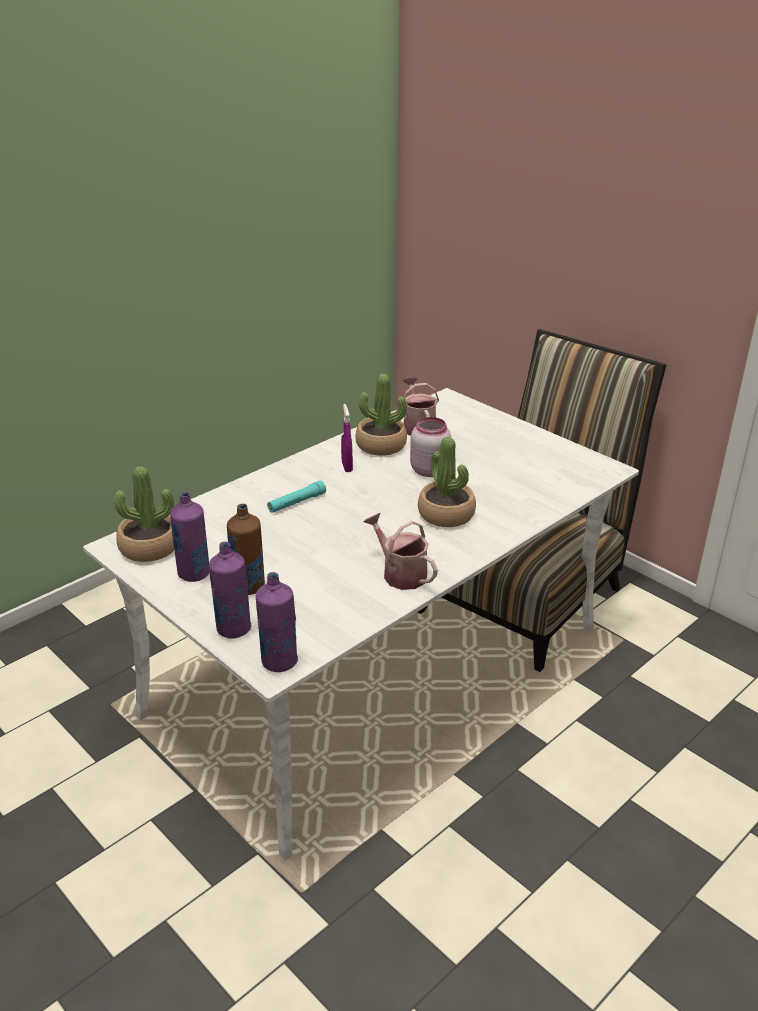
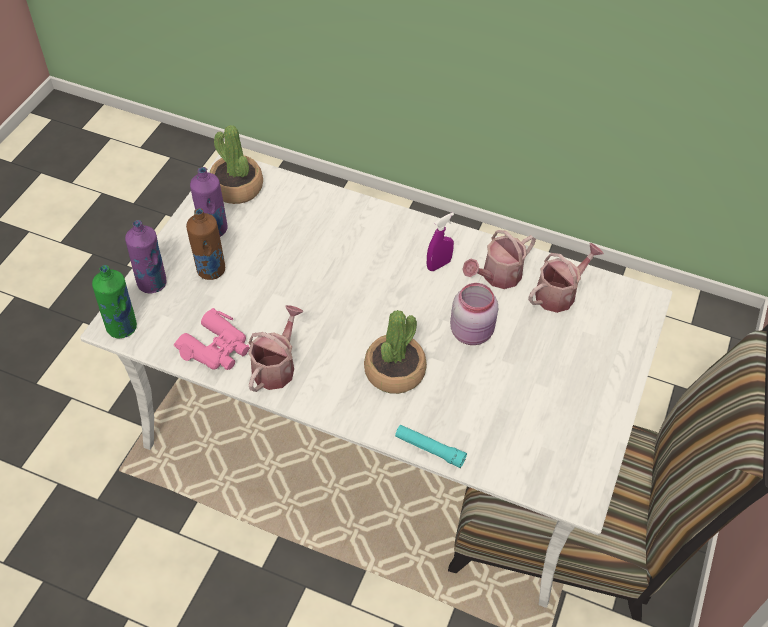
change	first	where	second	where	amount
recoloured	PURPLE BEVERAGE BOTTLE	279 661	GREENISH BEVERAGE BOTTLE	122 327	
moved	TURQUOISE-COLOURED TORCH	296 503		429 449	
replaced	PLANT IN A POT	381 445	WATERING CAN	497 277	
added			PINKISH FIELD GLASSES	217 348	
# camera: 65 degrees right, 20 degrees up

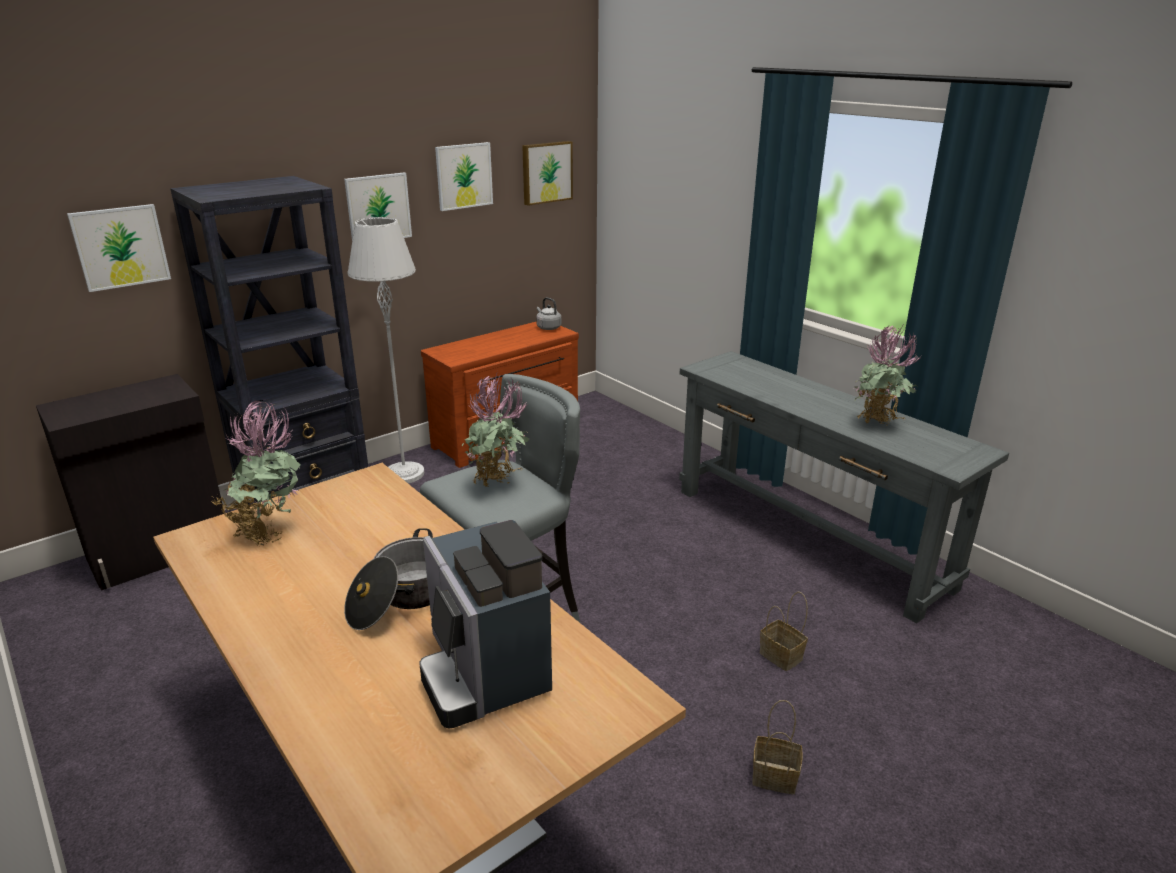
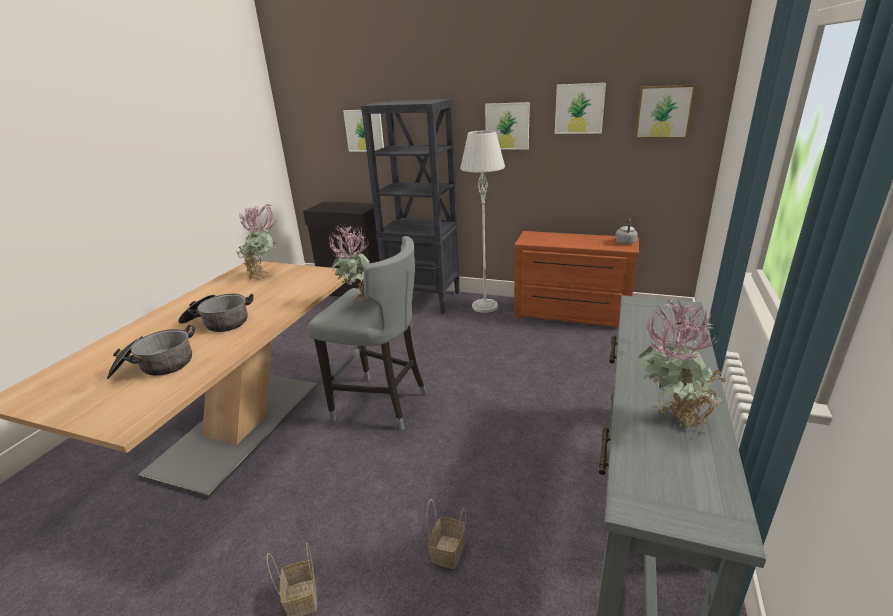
change	first	where	second	where	amount
replaced	COFFEE BREWER	483 672	COOKING POT	155 367	
# camera: 60 degrees right, 0 degrees up

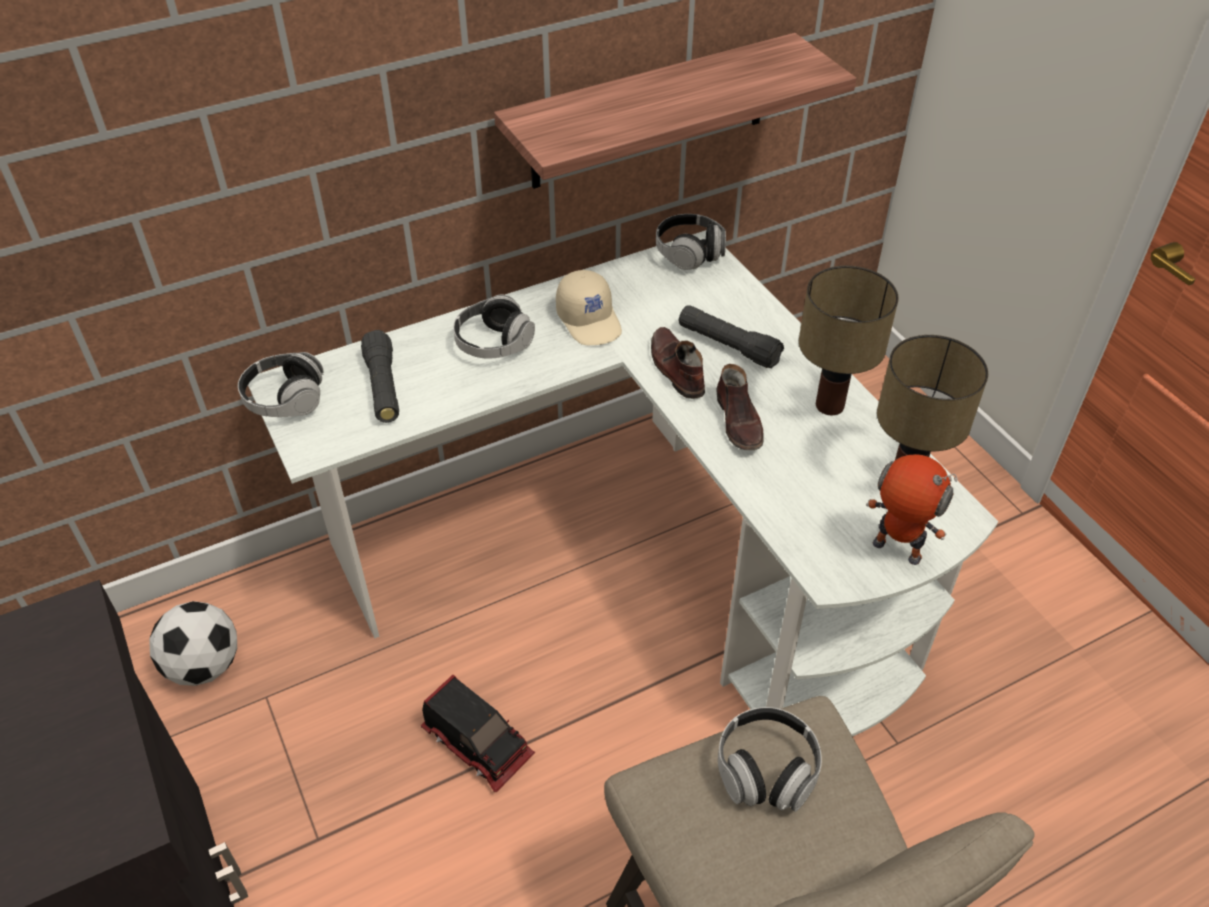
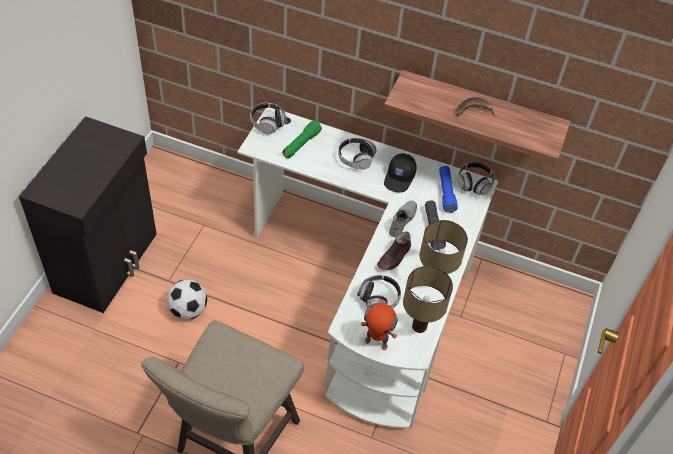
change	first	where	second	where	amount
moved	BALL FOR FOOTBALL	204 666		188 310	
recoloured	BLACK-COLOURED TORCH	383 387	GREENISH TORCH	301 144	
removed	TOY TRUCK	478 742			
recoloured	SAND-COLOURED CAP	590 320	BLACK-COLOURED CAP	399 178	
recoloured	BROWN-COLOURED ITEM OF FOOTWEAR	675 369	GRAY ITEM OF FOOTWEAR	402 220	
moved	PAIR OF HEADPHONES	766 771		379 299	
turned	TOY ROBOT	895 552		376 342	120 degrees clockwise
added			BLUISH TORCH	446 193	
added			BANANA FRUIT	473 110	
# camera: 45 degrees right, 5 degrees up

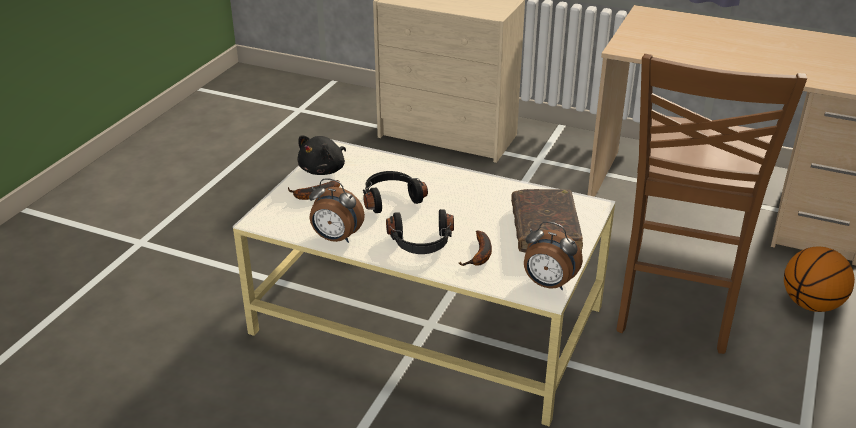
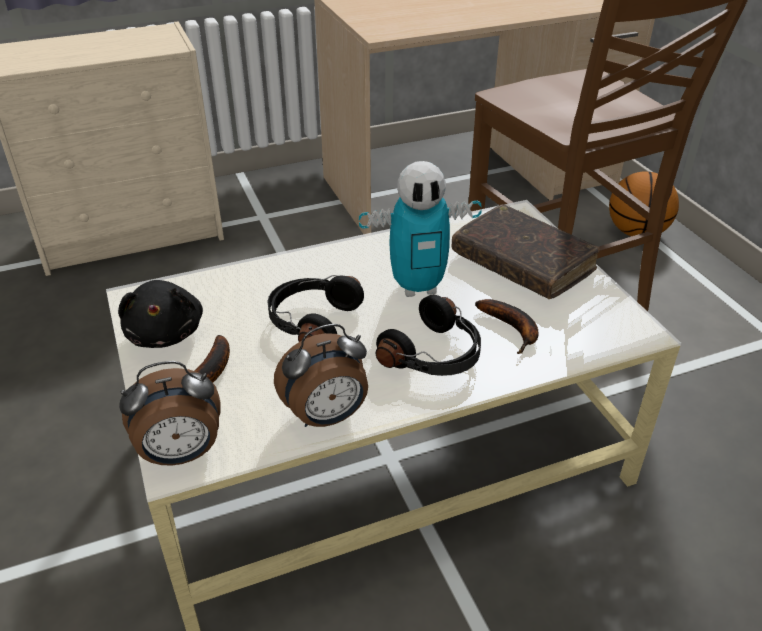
change	first	where	second	where	amount
moved	BEDSIDE CLOCK	548 284		181 454	
added			TOY ROBOT	418 287	
# camera: 45 degrees left, 5 degrees up

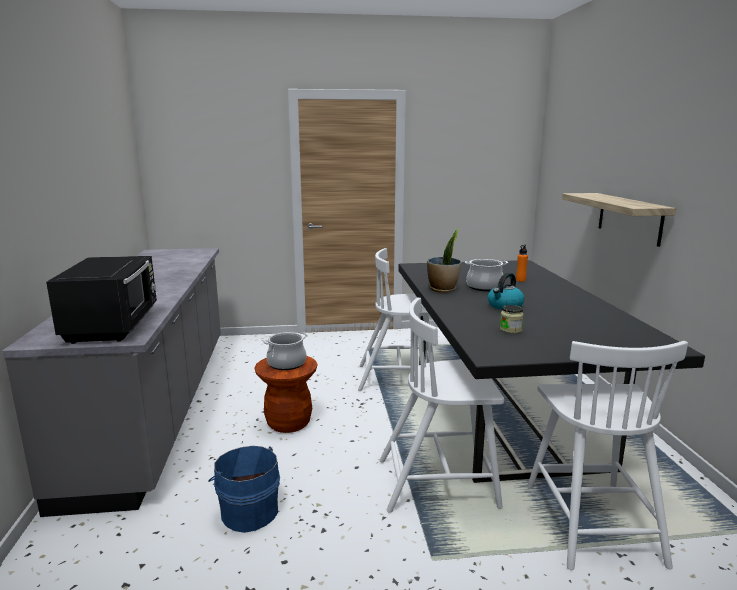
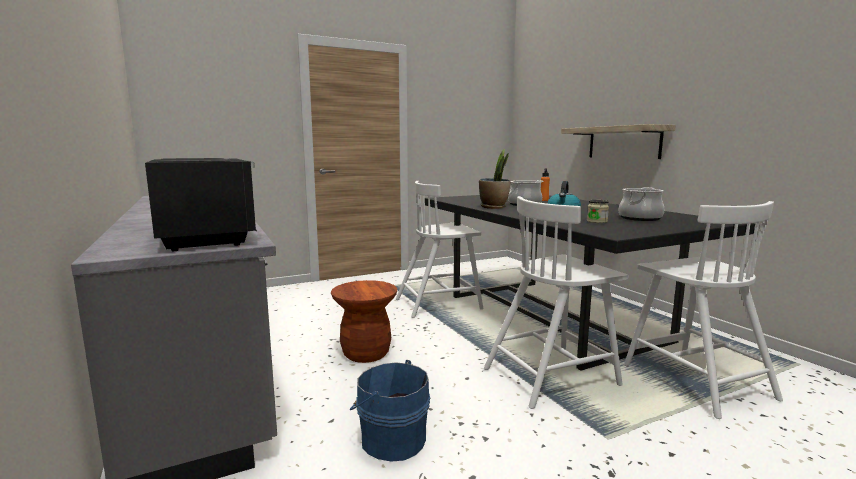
change	first	where	second	where	amount
moved	COOKING POT	286 363		639 218	
# camera: 20 degrees left, 5 degrees down

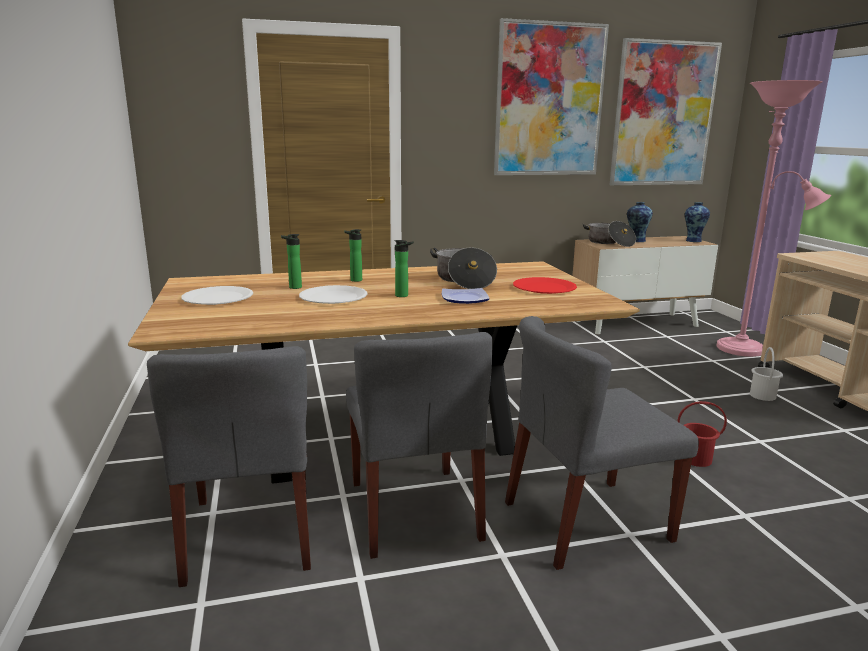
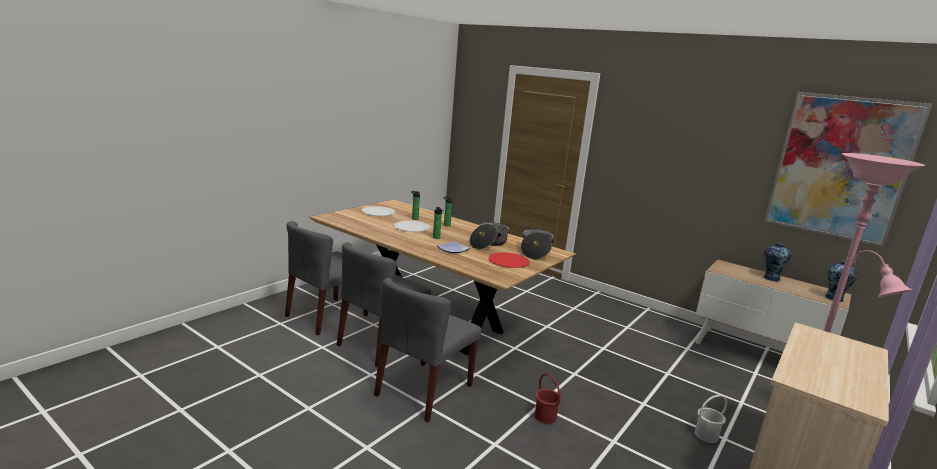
change	first	where	second	where	amount
removed	PICTURE	549 100			
turned	GRAY CHAIR	585 522		424 390	90 degrees counterclockwise
moved	COOKING POT	609 243		535 251	
# camera: 50 degrees right, 0 degrees up

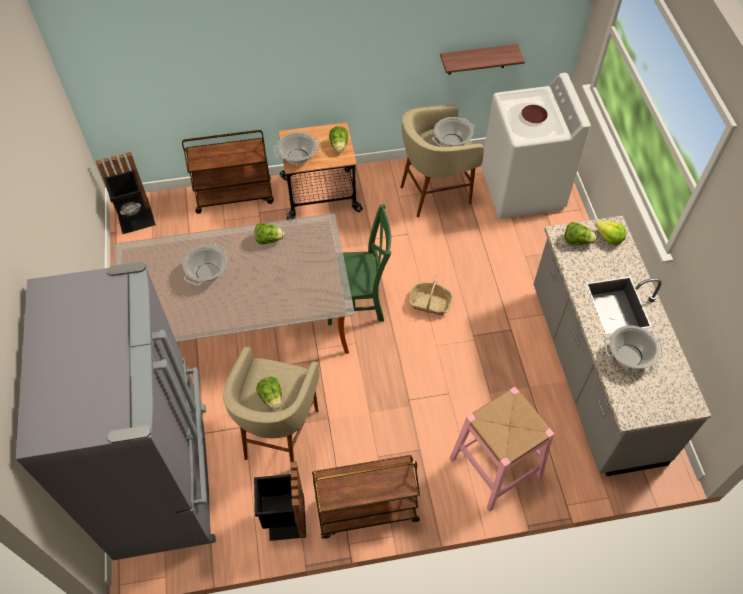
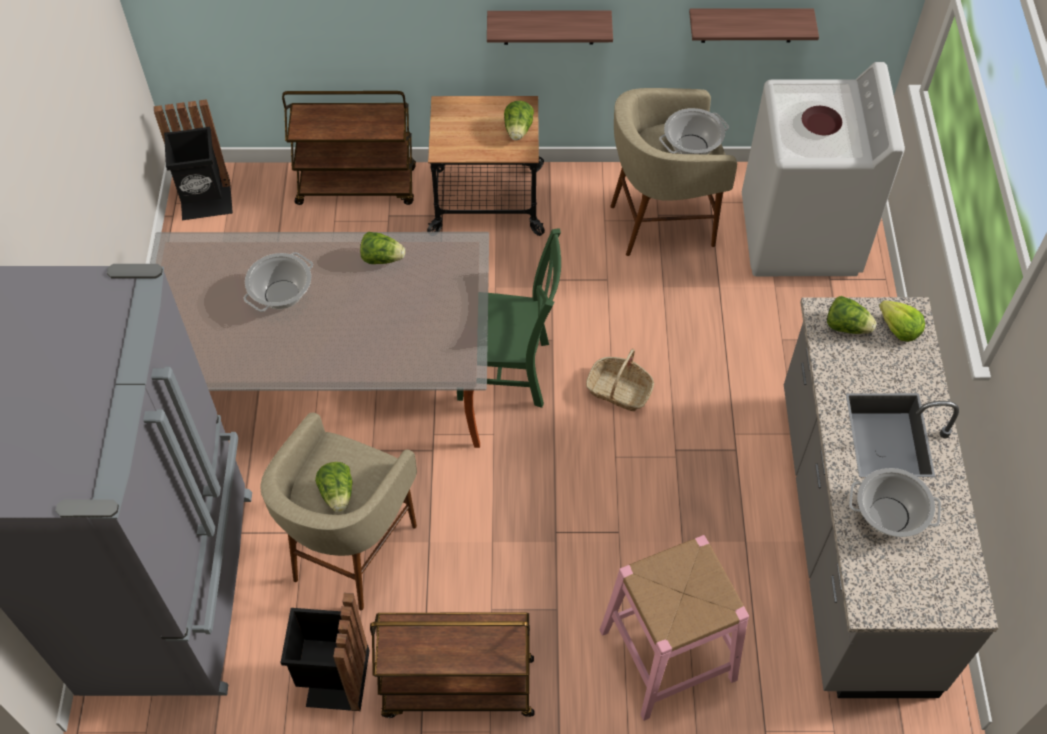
change	first	where	second	where	amount
removed	COOKING POT	298 156			
added			WALL SHELF	549 27	
# camera: 10 degrees right, 0 degrees up

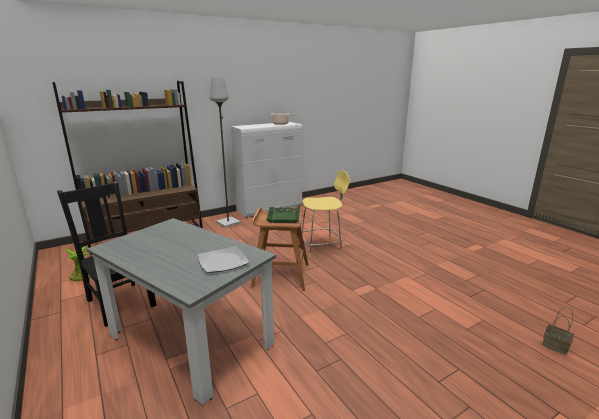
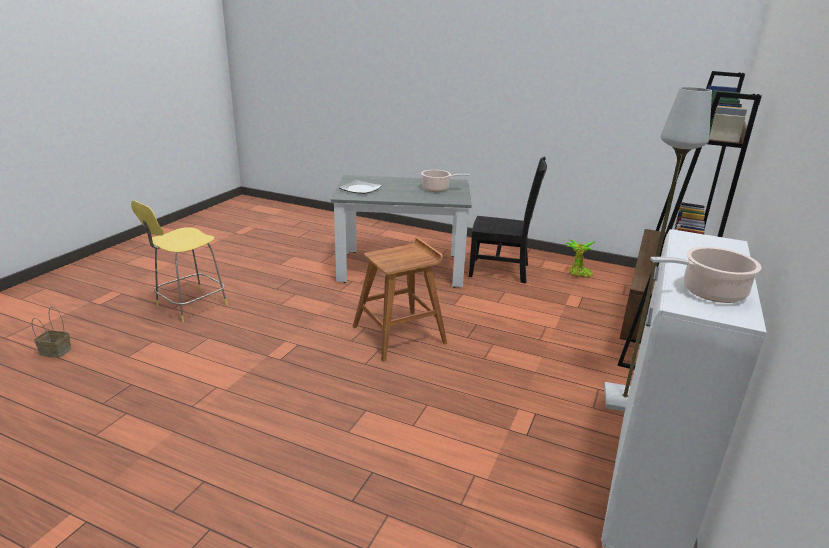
change	first	where	second	where	amount
removed	GREENISH SERVING TRAY	283 217			
moved	YELLOW STOOL SEAT	322 248		189 306	
added			COOKING POT	437 189	
# camera: 145 degrees right, 5 degrees up

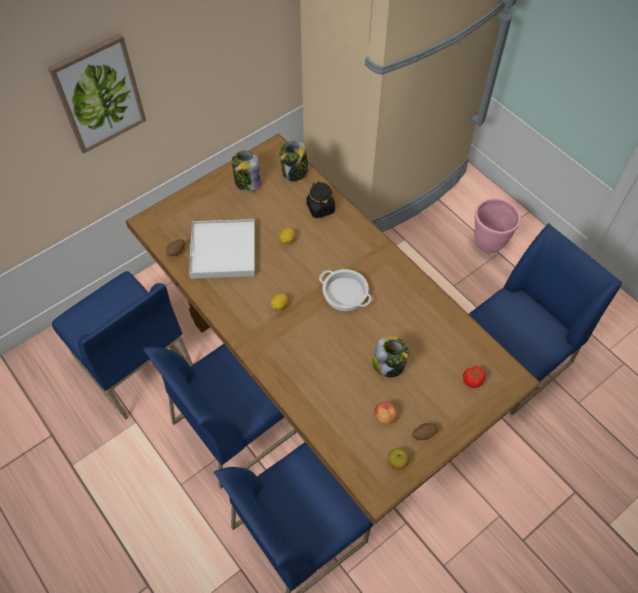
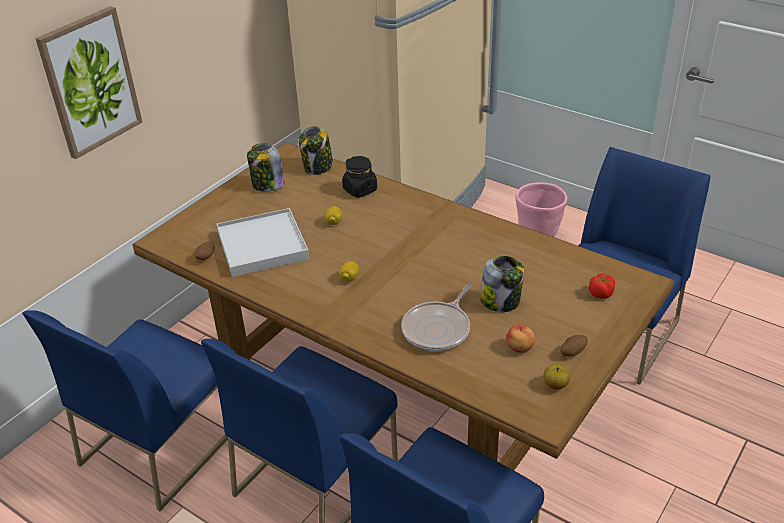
change	first	where	second	where	amount
turned	BLUISH CHAIR	133 363		160 444	90 degrees clockwise
removed	COOKING POT	345 293			
added			FRYING PAN	438 329	
# camera: 15 degrees left, 20 degrees down

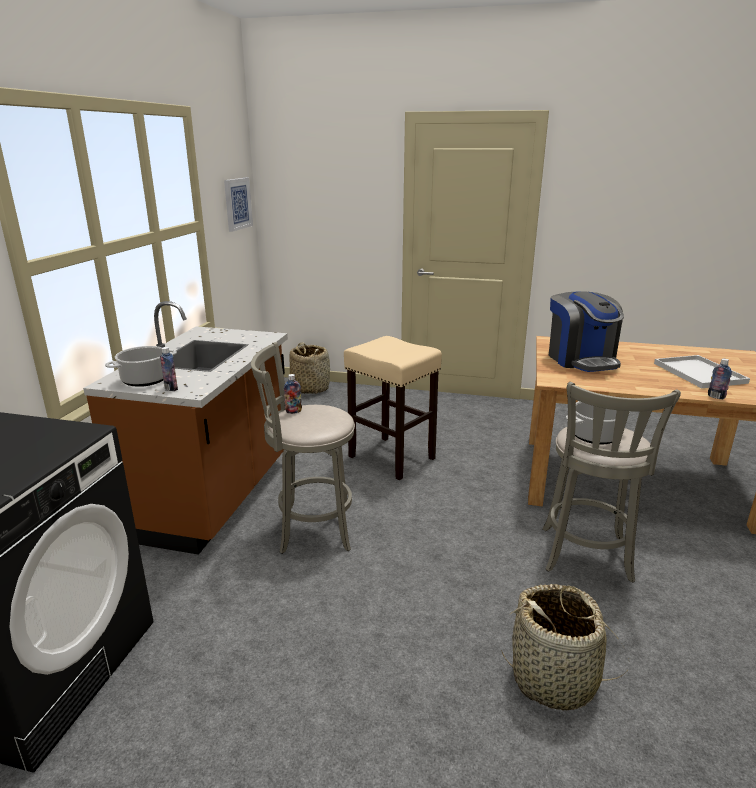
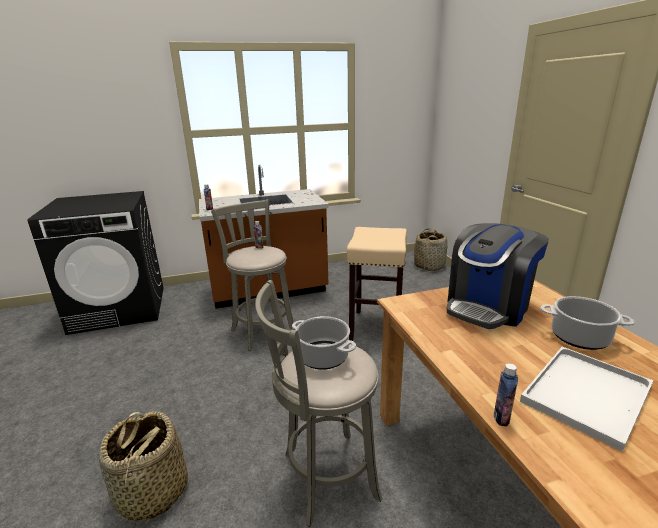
change	first	where	second	where	amount
moved	COOKING POT	146 380		580 337	
removed	PICTURE	237 204			
# camera: 60 degrees right, 0 degrees up

